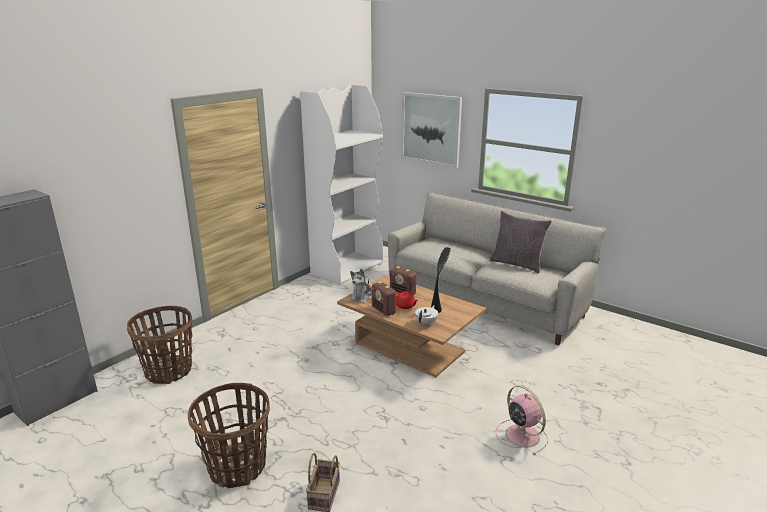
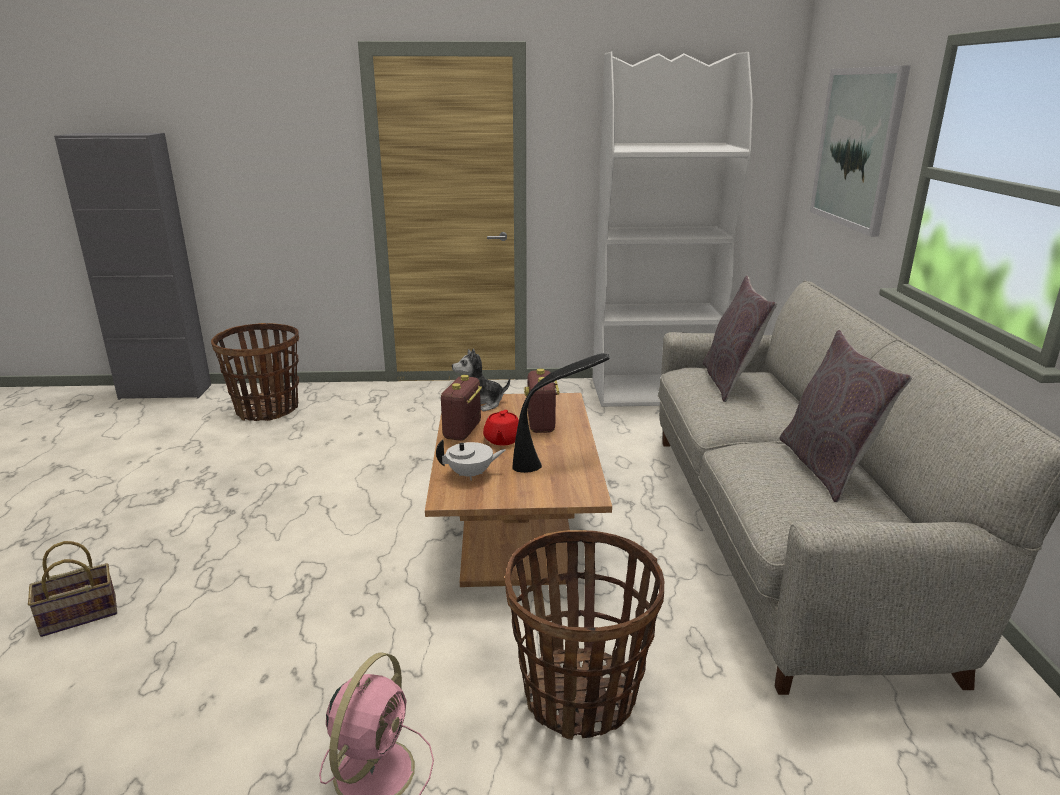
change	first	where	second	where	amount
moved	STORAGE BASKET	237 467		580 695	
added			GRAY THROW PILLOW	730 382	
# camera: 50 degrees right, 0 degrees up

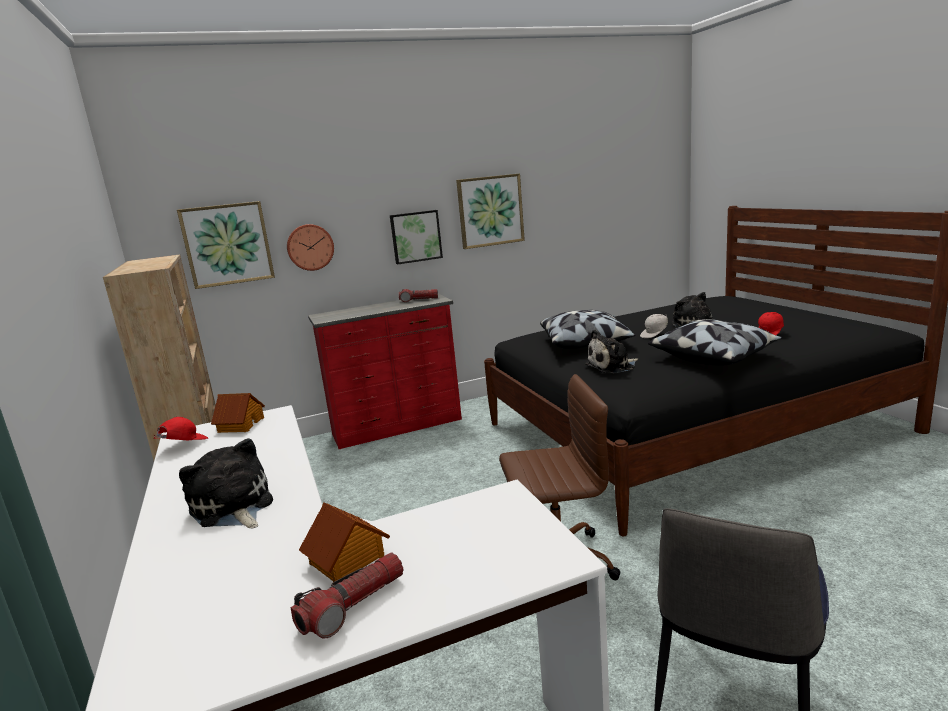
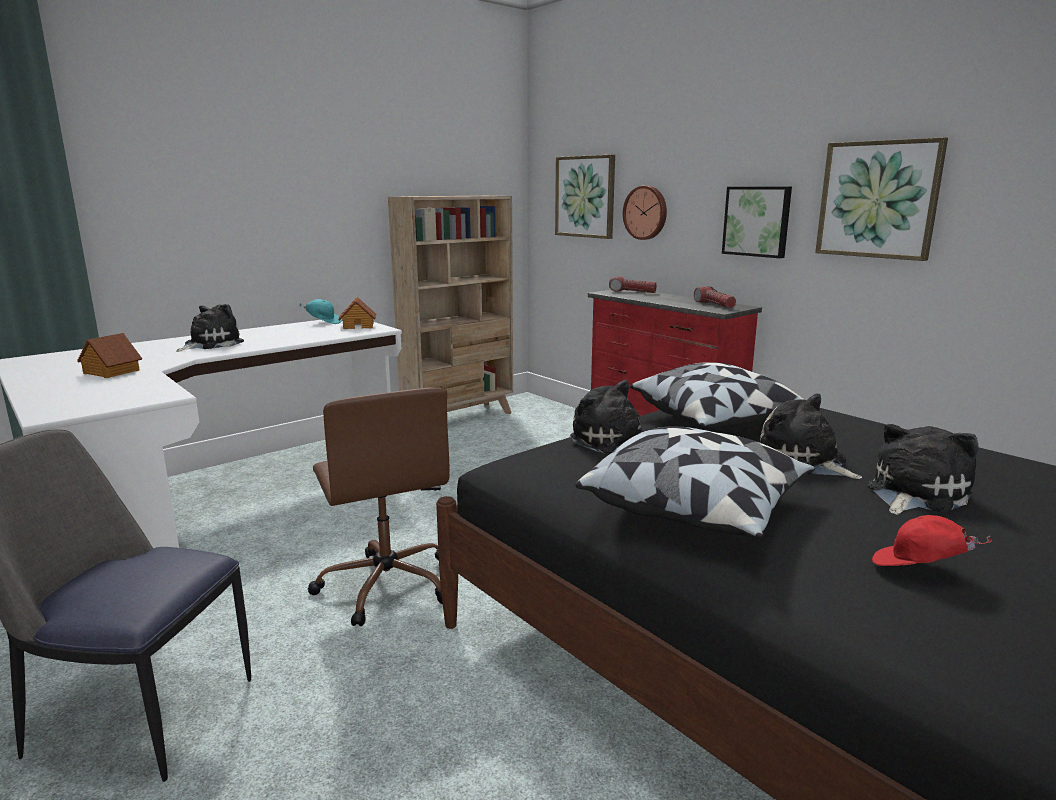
change	first	where	second	where	amount
recoloured	RED-COLOURED CAP	183 445	TURQUOISE-COLOURED CAP	324 322	
moved	TORCH	353 605		632 292	
replaced	WHITE-COLOURED CAP	655 335	PLUSH TOY	804 461	
# camera: 70 degrees right, 0 degrees up

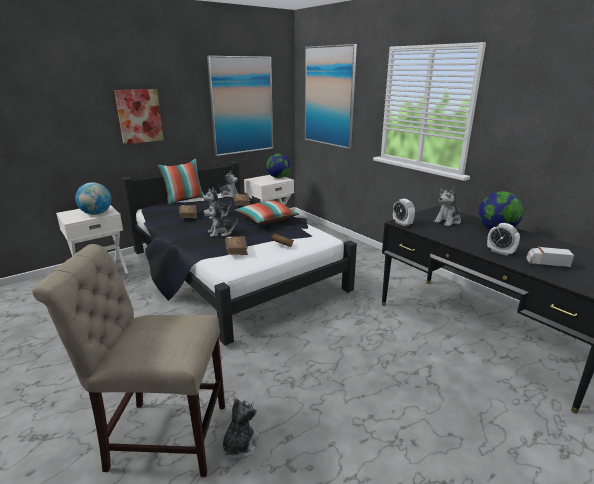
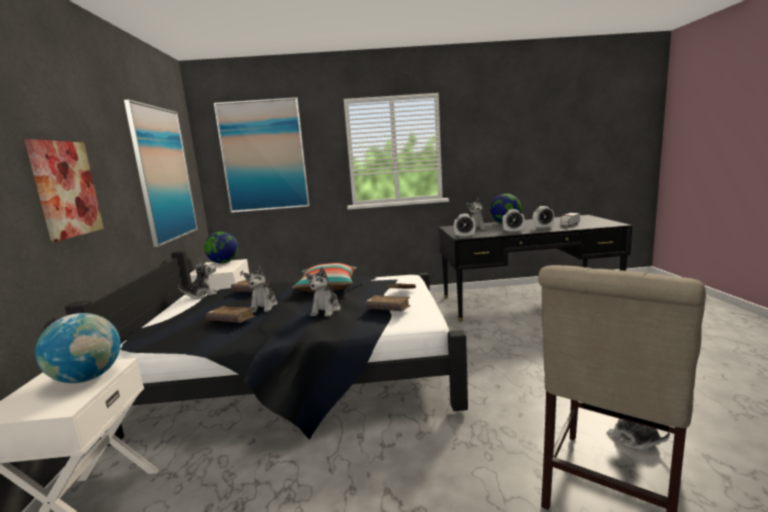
change	first	where	second	where	amount
removed	THROW PILLOW	184 199			
added			BEDSIDE CLOCK	513 232	
# camera: 55 degrees left, 10 degrees down

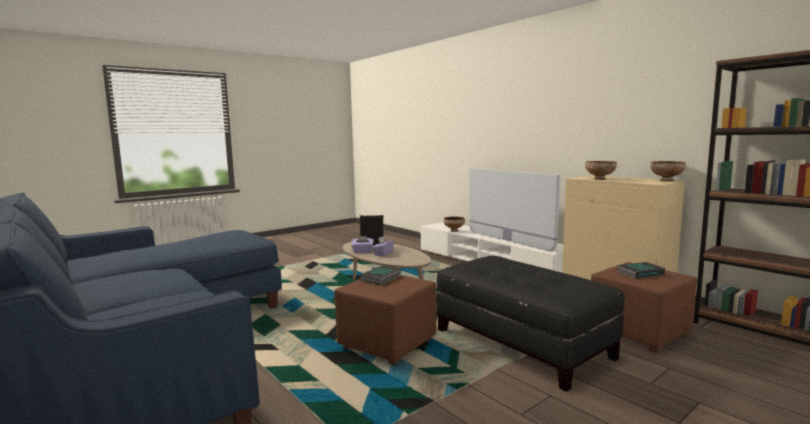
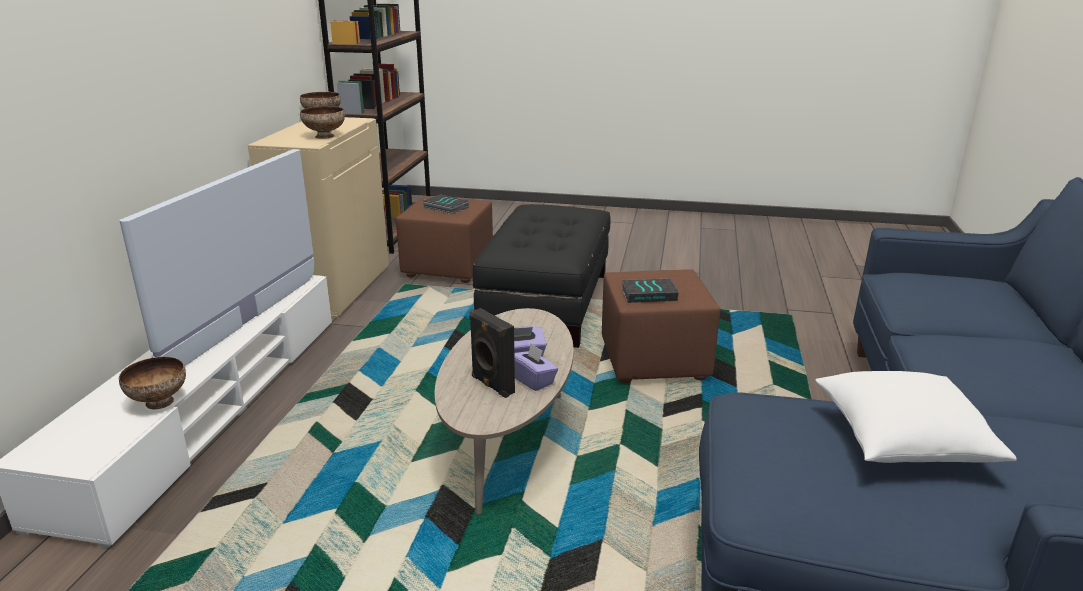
change	first	where	second	where	amount
added			WHITE-COLOURED THROW PILLOW	901 441	
# camera: 130 degrees left, 15 degrees up

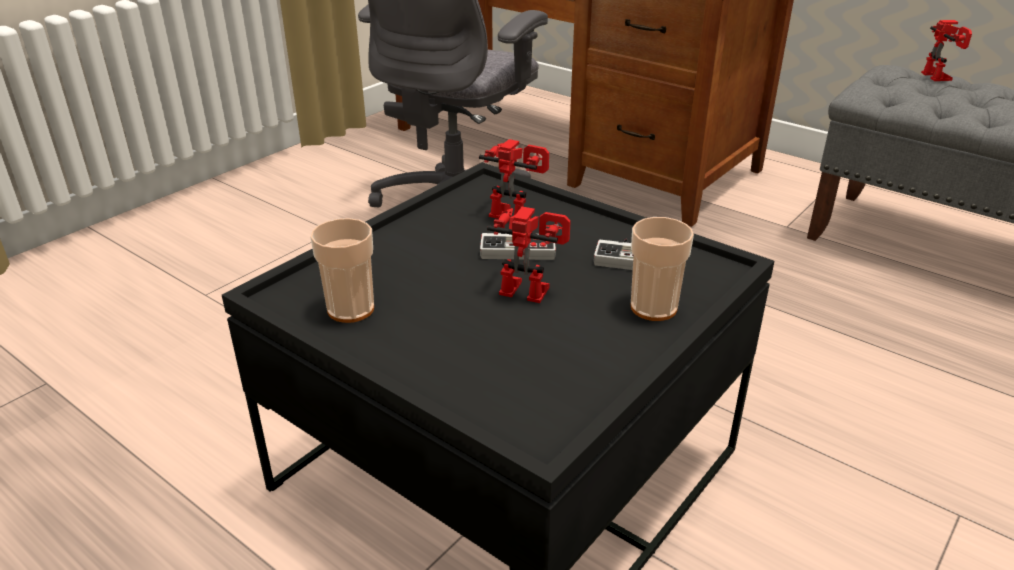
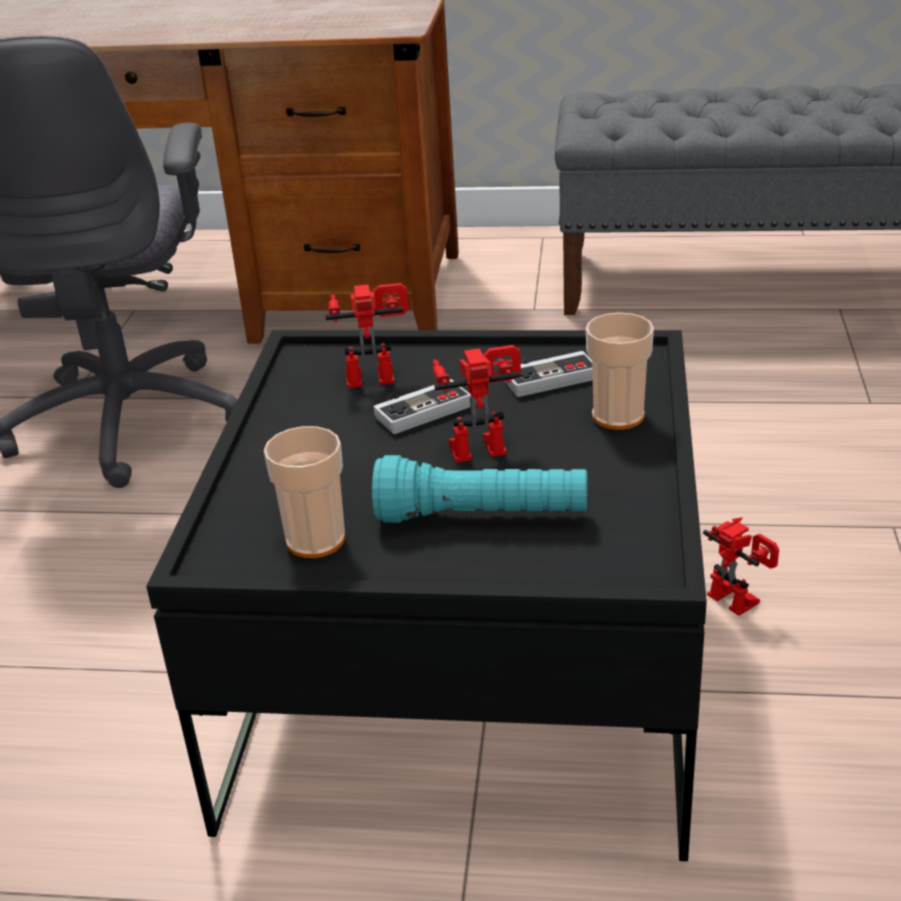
change	first	where	second	where	amount
moved	TOY ROBOT	941 77		740 598	
added			TURQUOISE-COLOURED TORCH	482 517	
# camera: 30 degrees left, 0 degrees up

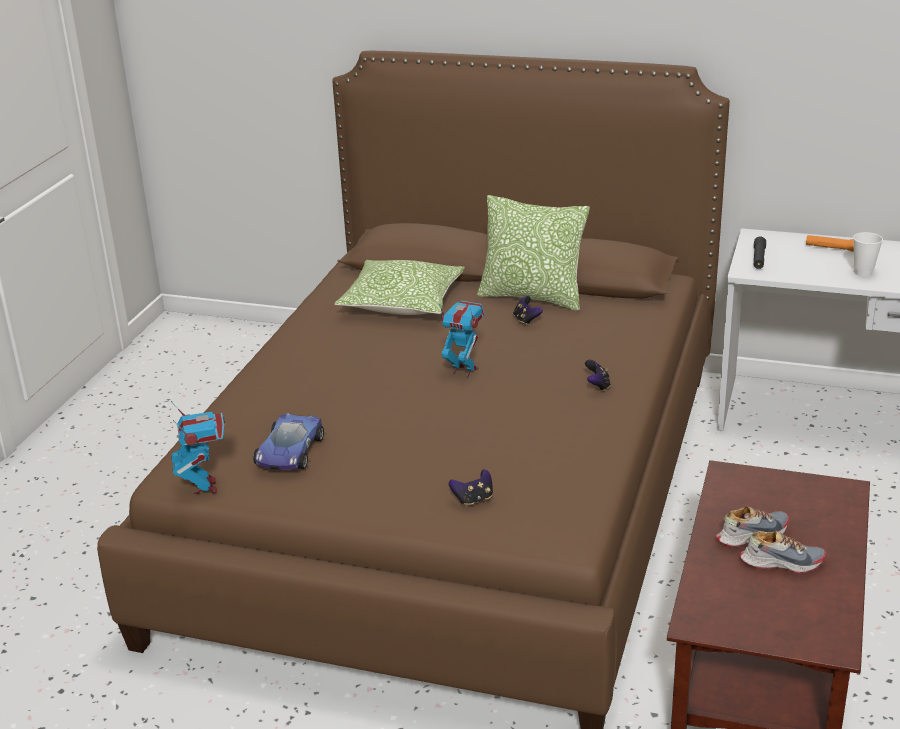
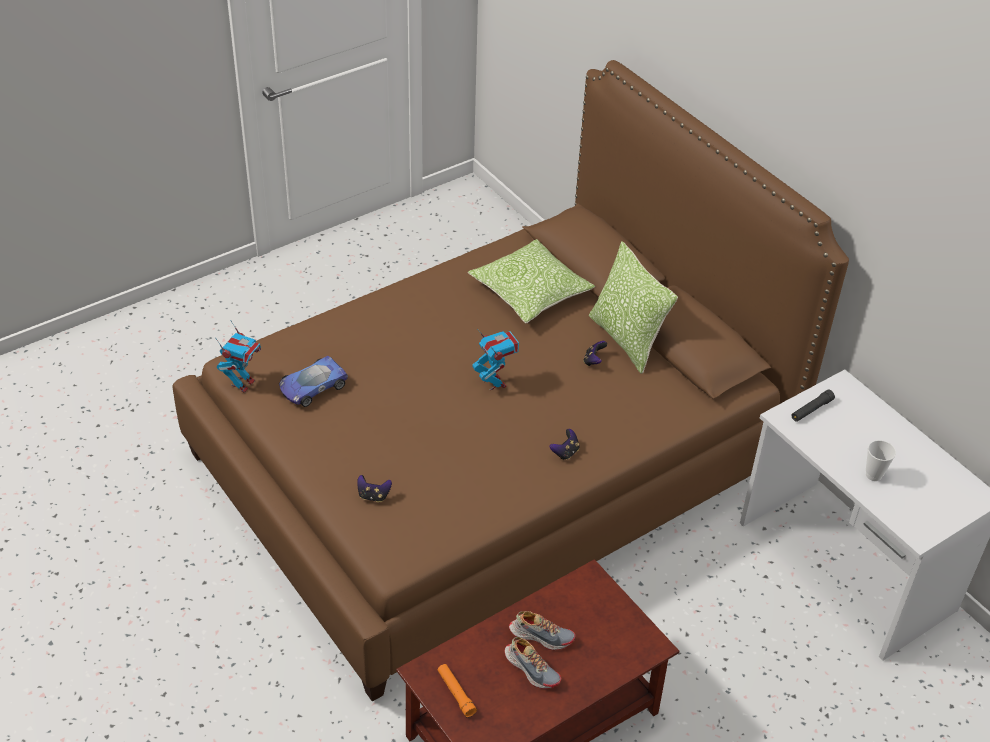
change	first	where	second	where	amount
moved	ORANGEY TORCH	833 248		456 693	
# camera: 35 degrees right, 15 degrees up

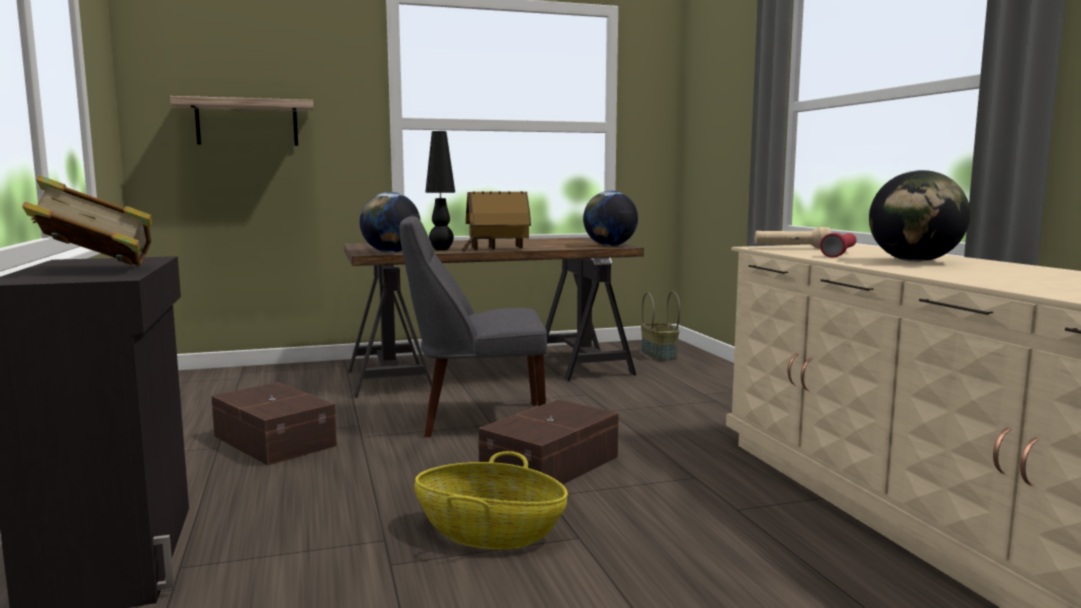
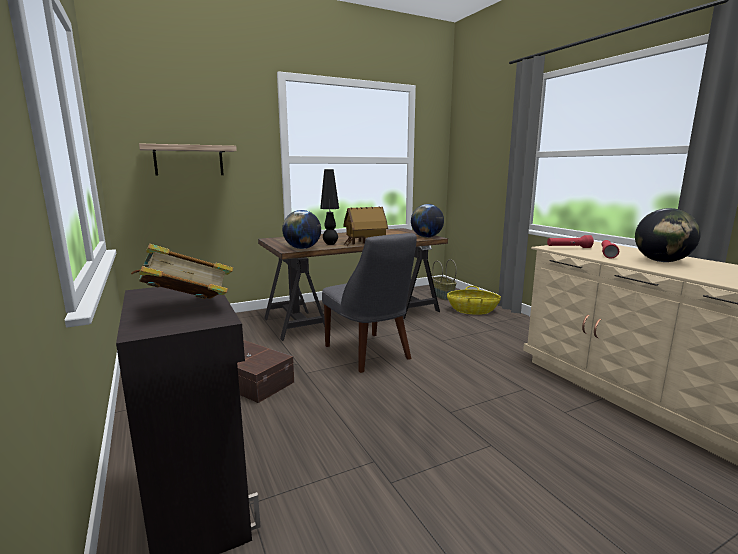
change	first	where	second	where	amount
turned	GRAY CHAIR	476 420		369 354	105 degrees counterclockwise
moved	STORAGE BASKET	489 532		472 310	
removed	BROWN-COLOURED STORAGE CONTAINER	553 465			
recoloured	SAND-COLOURED TORCH	791 248	RED-COLOURED TORCH	568 248	
# camera: 10 degrees left, 5 degrees up

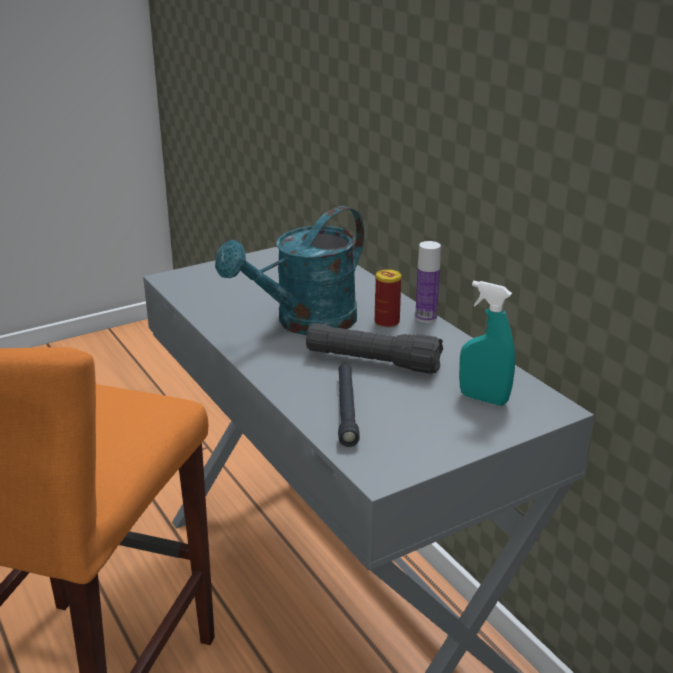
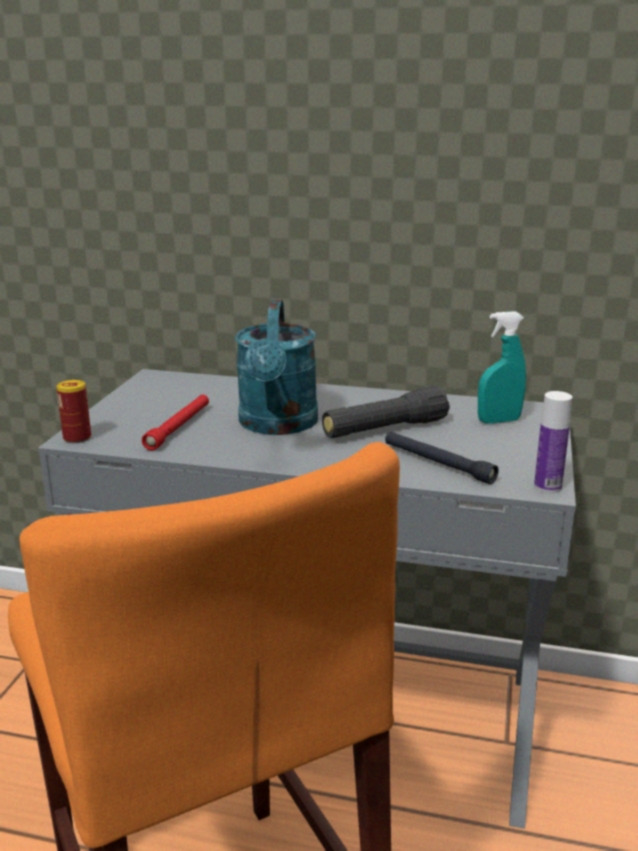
change	first	where	second	where	amount
moved	SEALED CAN	387 322		77 438	
moved	BEVERAGE BOTTLE	426 317		547 487	
added			RED-COLOURED TORCH	179 427	
# camera: 45 degrees left, 5 degrees down

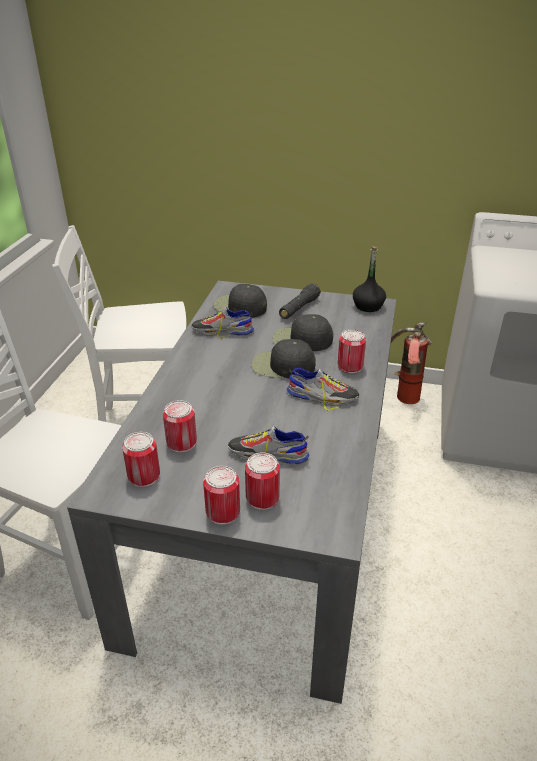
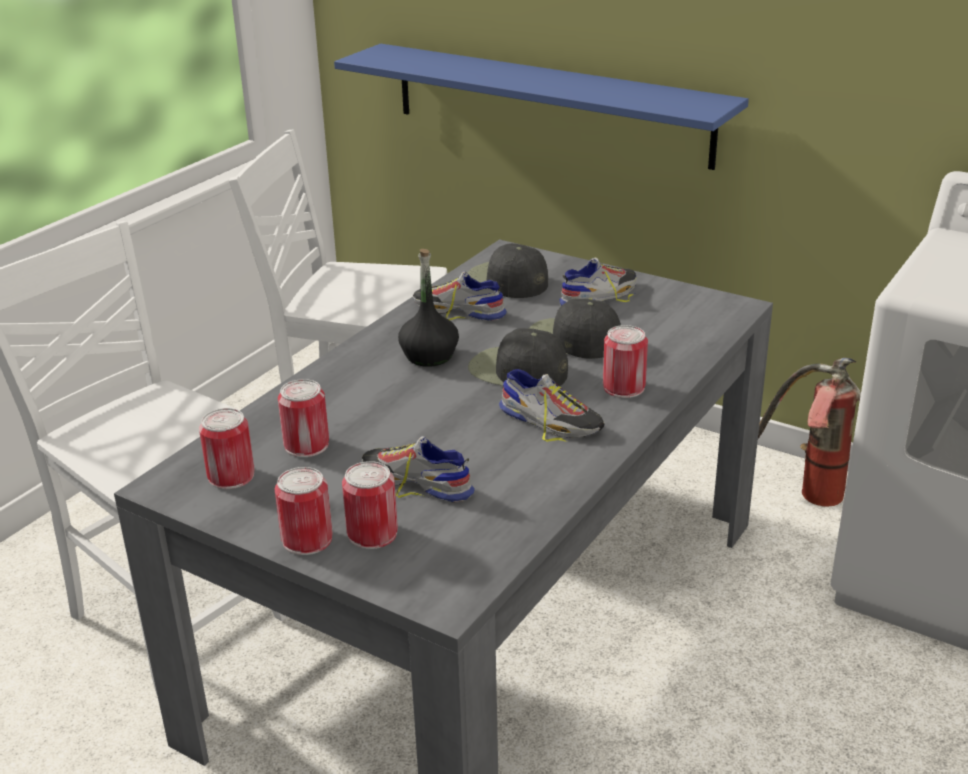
change	first	where	second	where	amount
replaced	BLACK-COLOURED TORCH	299 308	ITEM OF FOOTWEAR	599 295	
moved	BLACK-COLOURED BEVERAGE BOTTLE	368 306		429 356	
added			BLUISH WALL SHELF	549 104	
# camera: 20 degrees right, 5 degrees down

